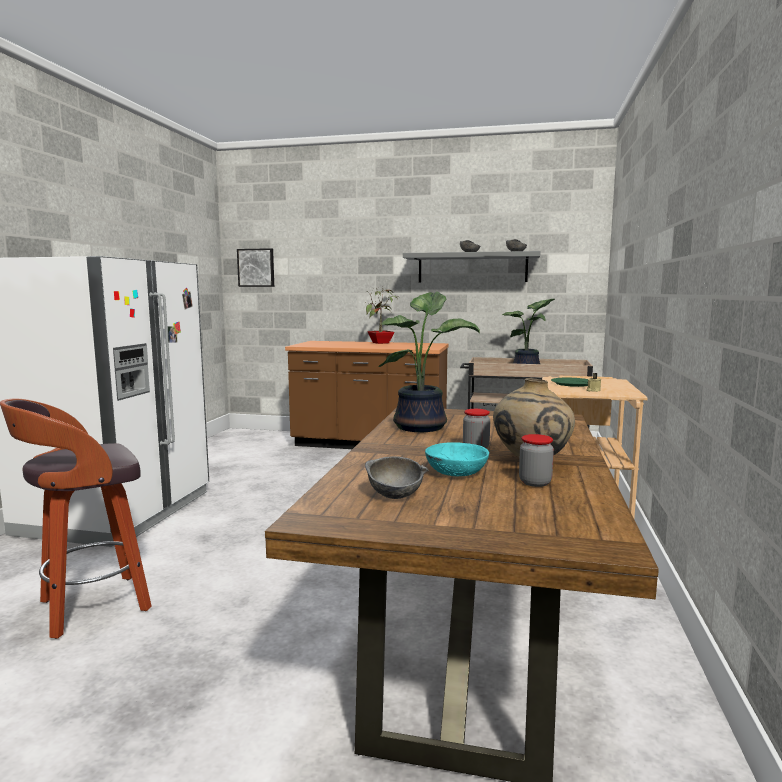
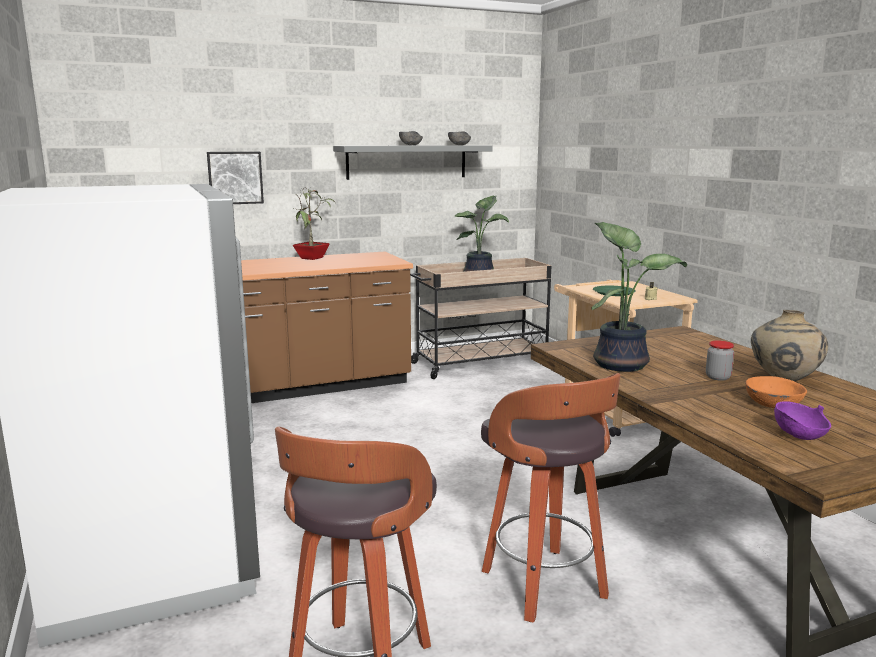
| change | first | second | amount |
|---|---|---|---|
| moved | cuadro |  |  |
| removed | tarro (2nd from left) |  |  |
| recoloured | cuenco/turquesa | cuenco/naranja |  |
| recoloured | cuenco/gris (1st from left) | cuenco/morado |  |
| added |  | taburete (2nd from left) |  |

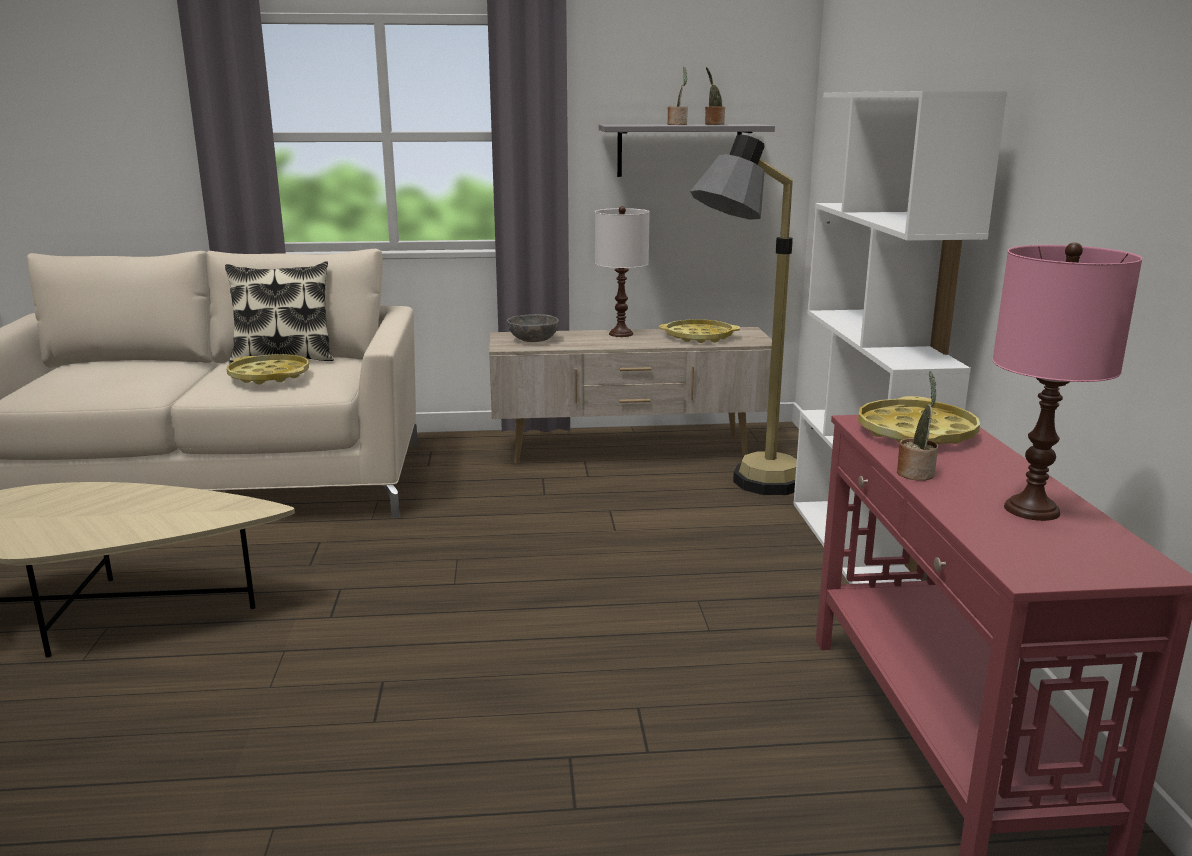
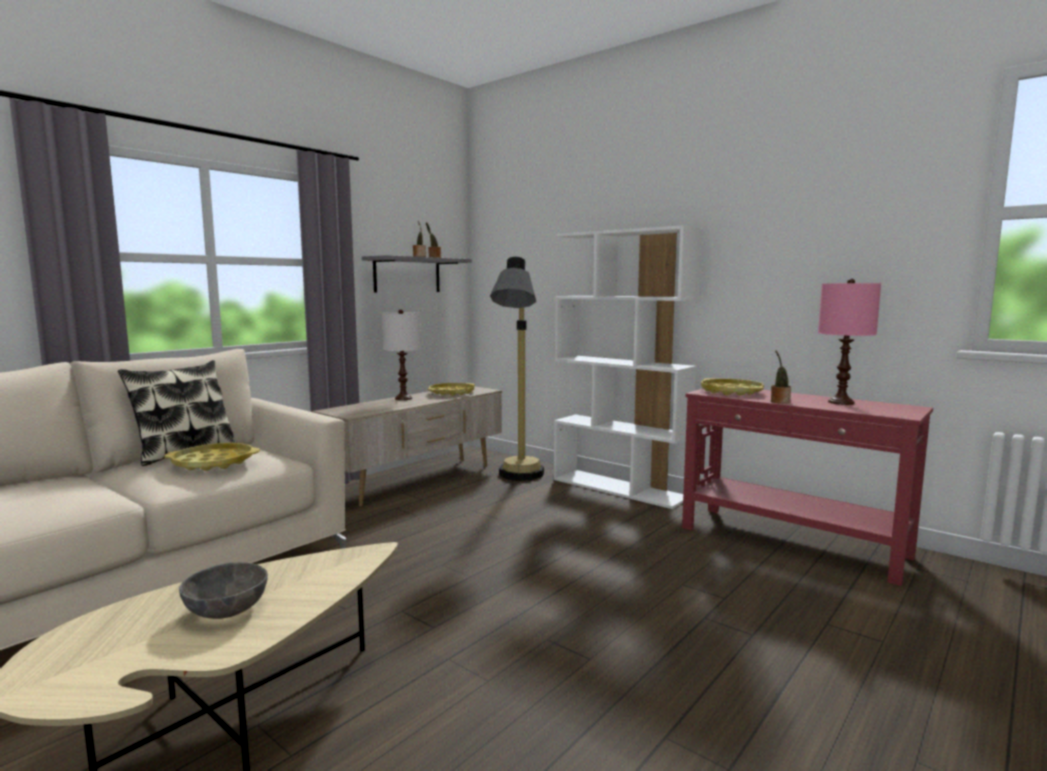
| change | first | second | amount |
|---|---|---|---|
| moved | cuenco/gris |  |  |

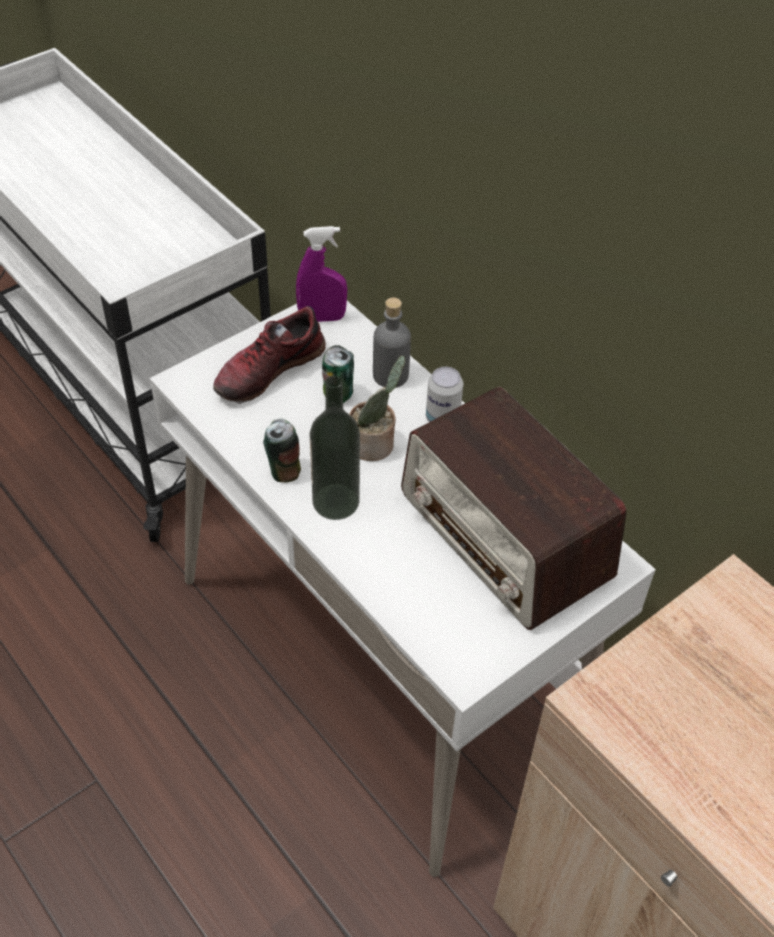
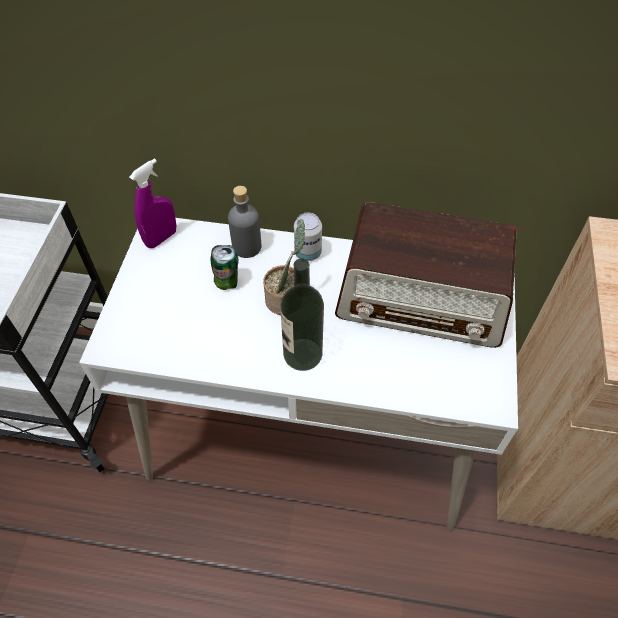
| change | first | second | amount |
|---|---|---|---|
| removed | zapato |  |  |
| removed | lata (1st from left) |  |  |

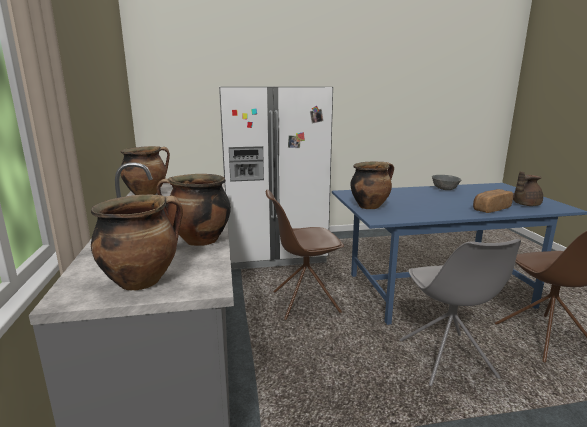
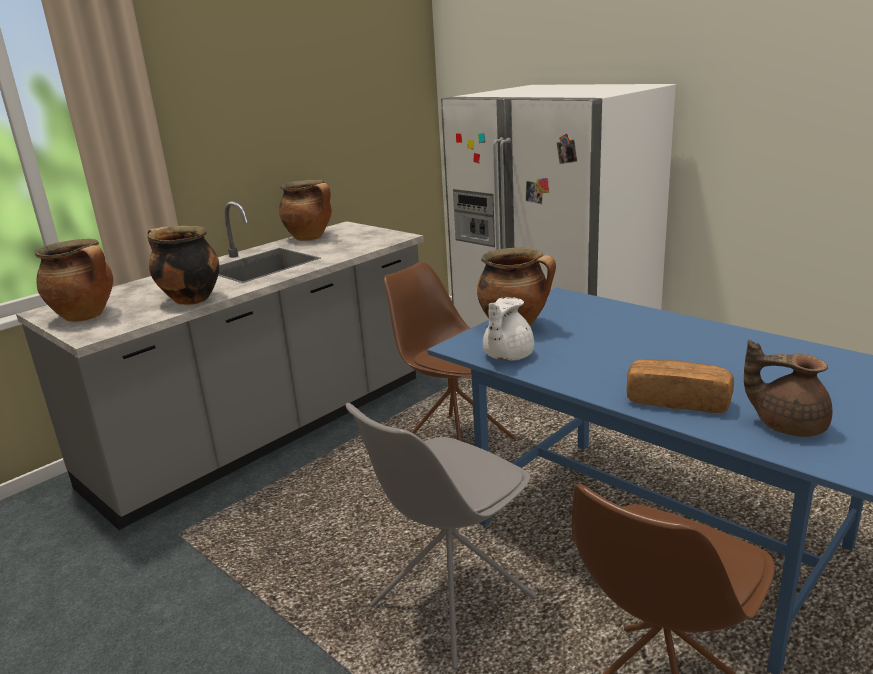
| change | first | second | amount |
|---|---|---|---|
| removed | cuenco/gris |  |  |
| added |  | tetera/blanco |  |

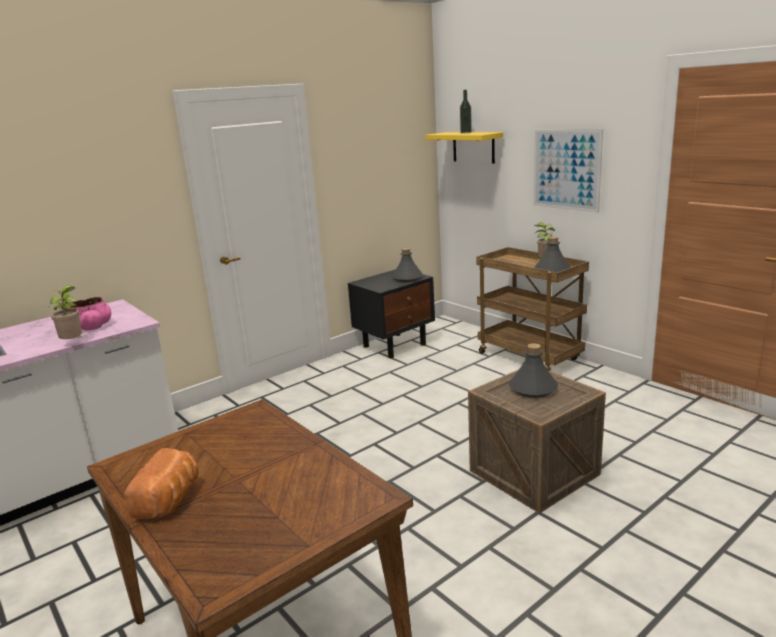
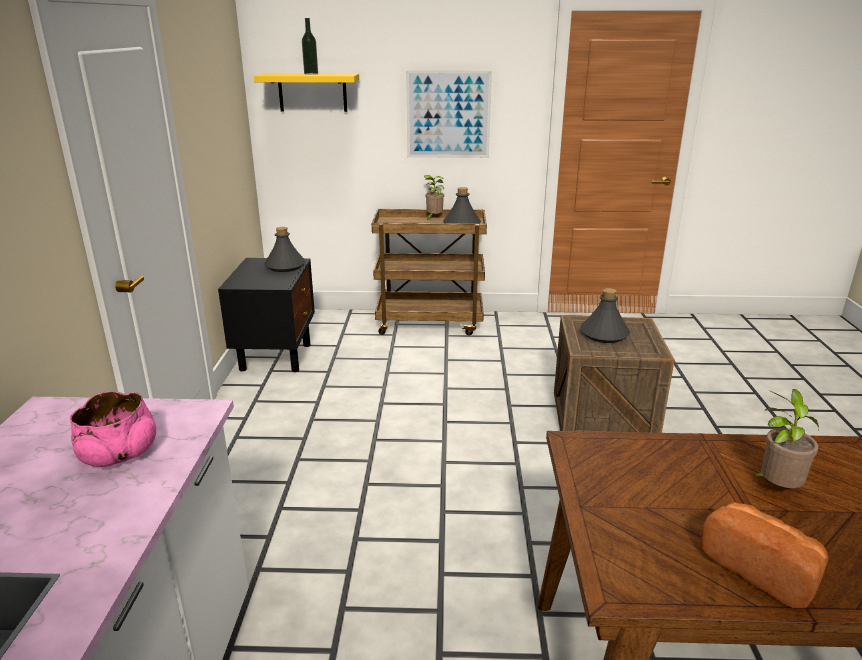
| change | first | second | amount |
|---|---|---|---|
| moved | planta en maceta (1st from left in the first image) | planta en maceta (2nd from left) |  |

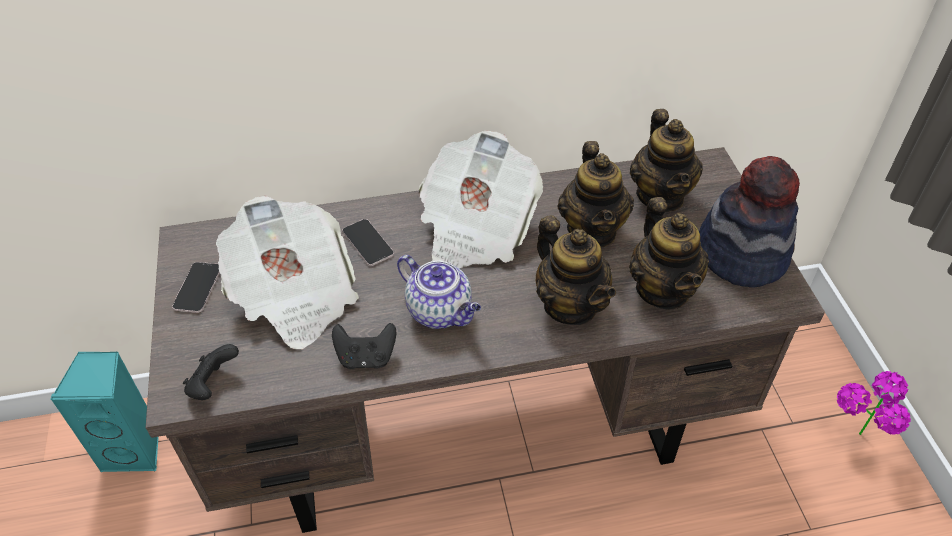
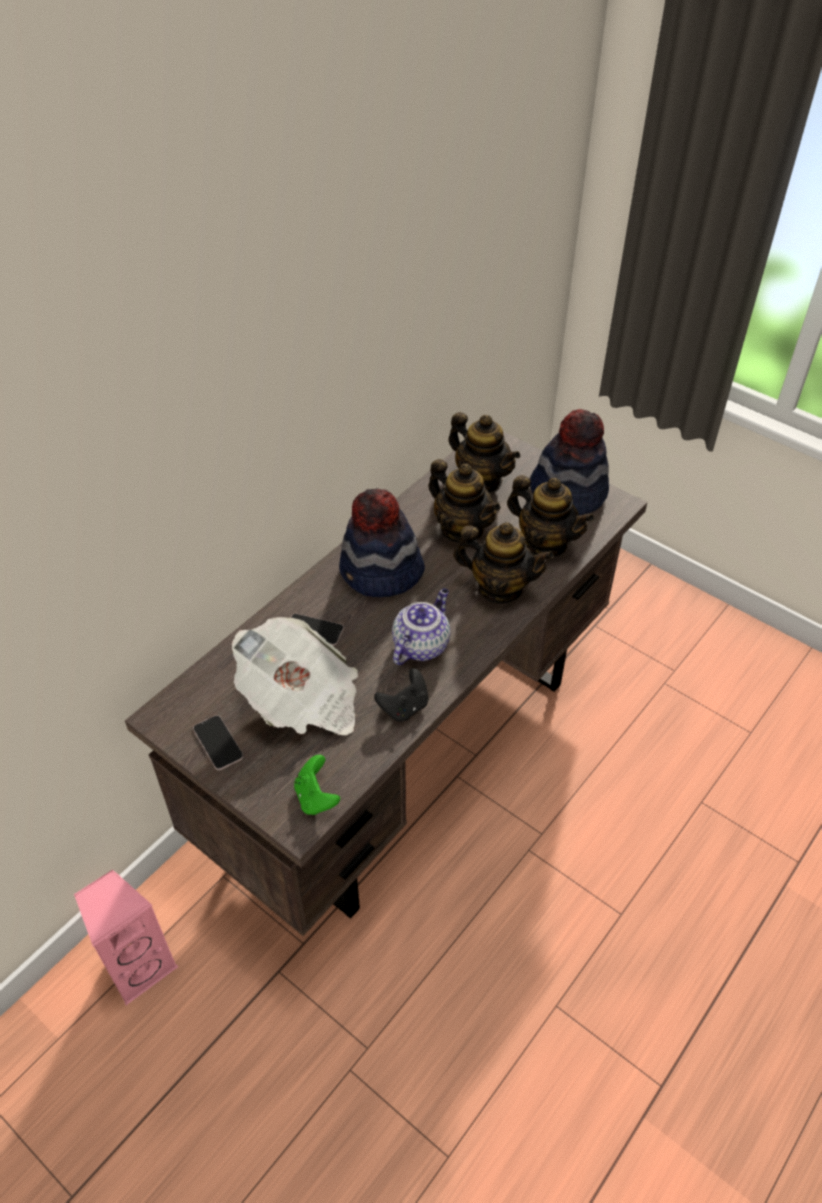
| change | first | second | amount |
|---|---|---|---|
| replaced | periódico (2nd from left) | sombrero (1st from left) |  |
| turned | tetera (1st from left) |  | 60 degrees counterclockwise |
| recoloured | mando de consola/negro (1st from left) | mando de consola/verde |  |
| recoloured | altavoz/turquesa | altavoz/rosa |  |
| removed | planta en maceta |  |  |

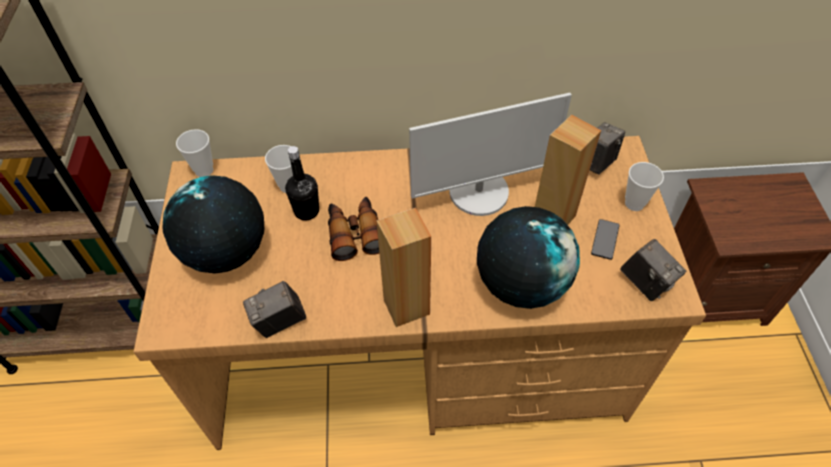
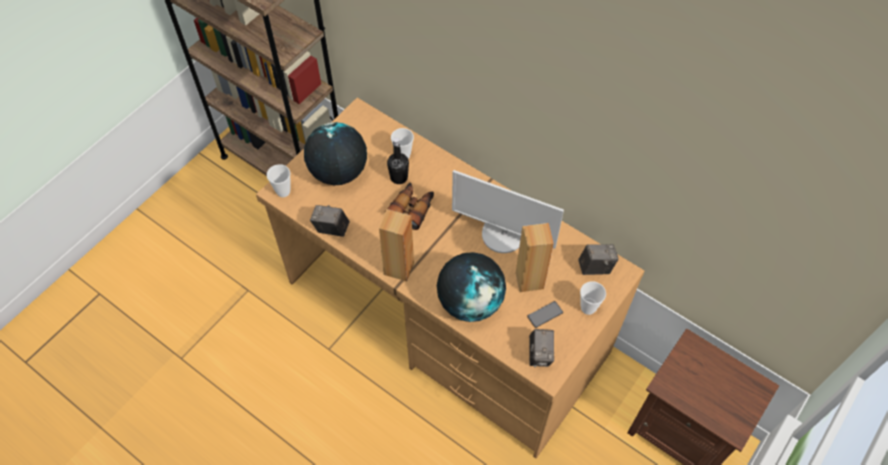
| change | first | second | amount |
|---|---|---|---|
| moved | taza (1st from left) |  |  |

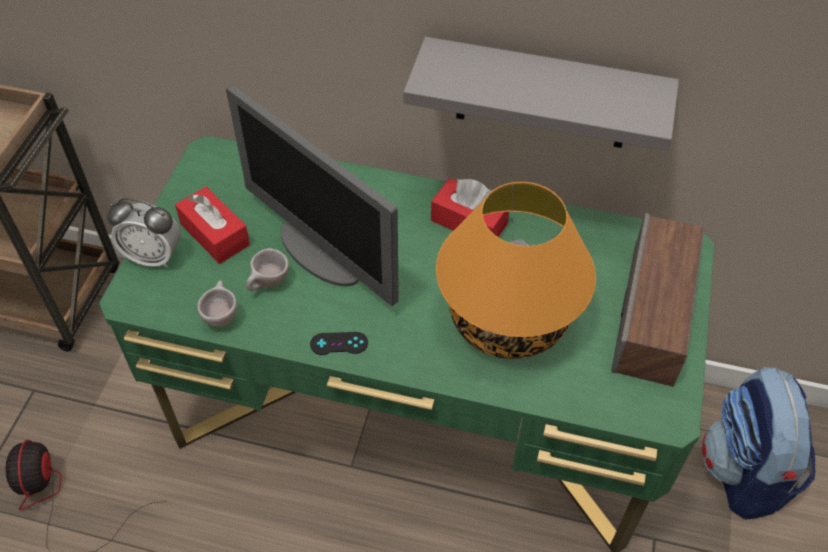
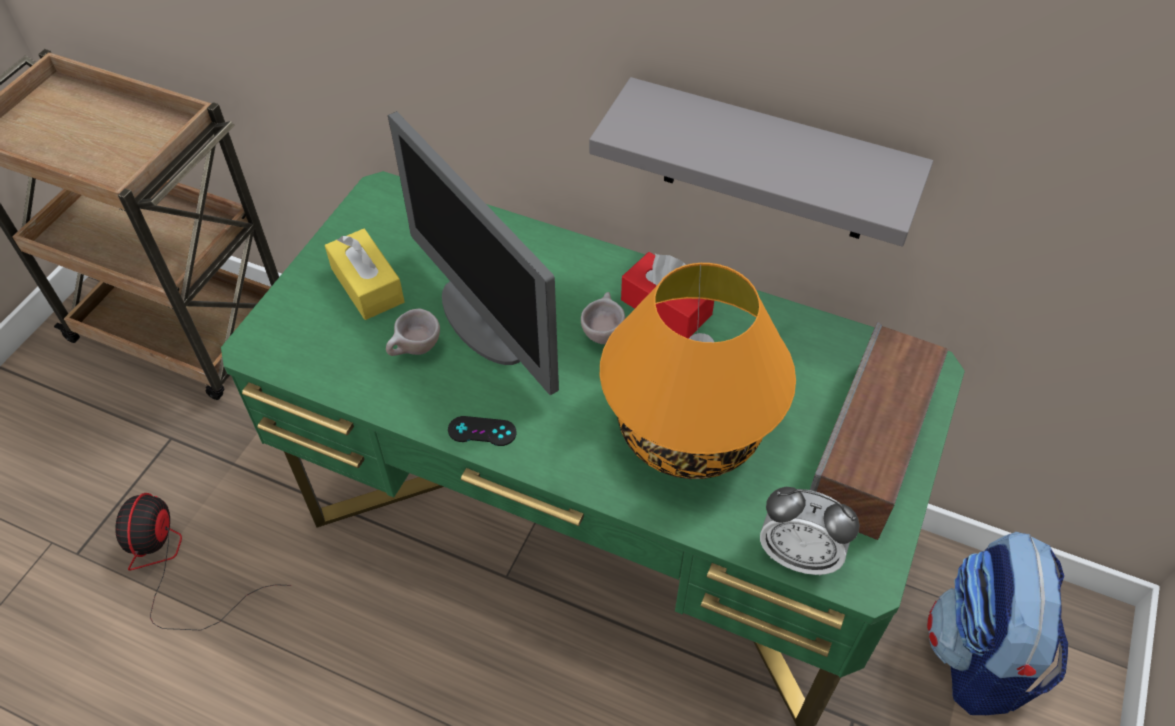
| change | first | second | amount |
|---|---|---|---|
| recoloured | caja de pañuelos/rojo (1st from left) | caja de pañuelos/amarillo |  |
| moved | despertador |  |  |
| moved | taza/beis (1st from left in the first image) | taza/beis (2nd from left) |  |

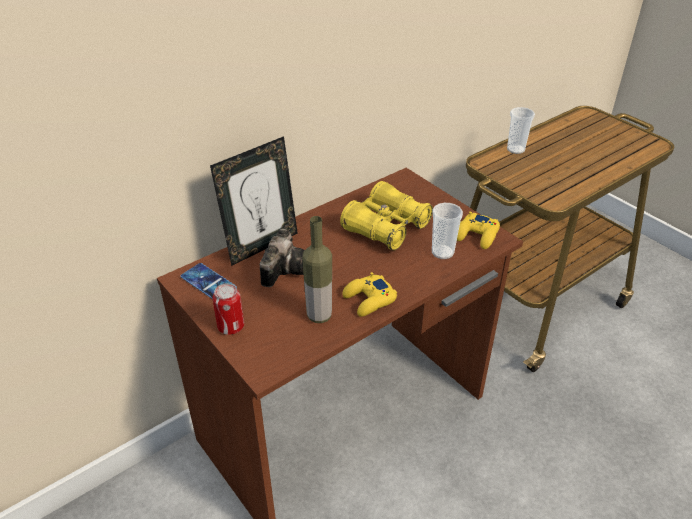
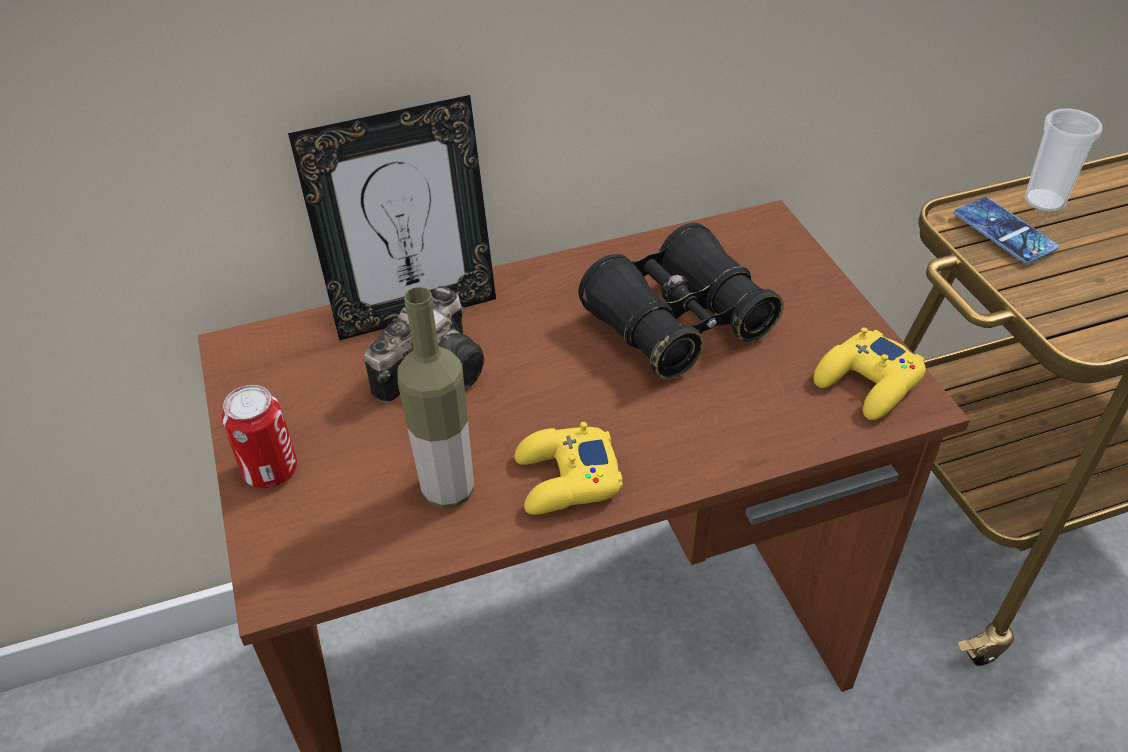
| change | first | second | amount |
|---|---|---|---|
| recoloured | prismáticos/amarillo | prismáticos/negro |  |
| removed | taza (1st from left) |  |  |
| moved | móvil |  |  |

